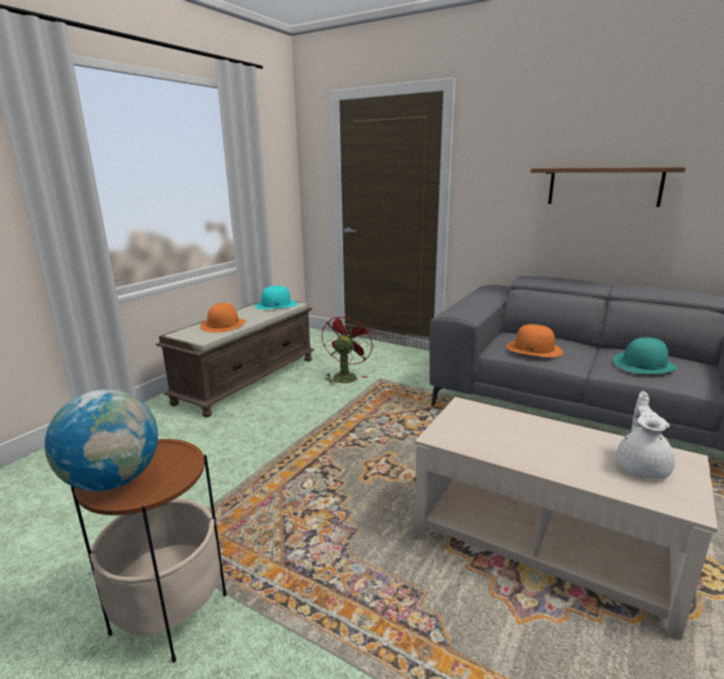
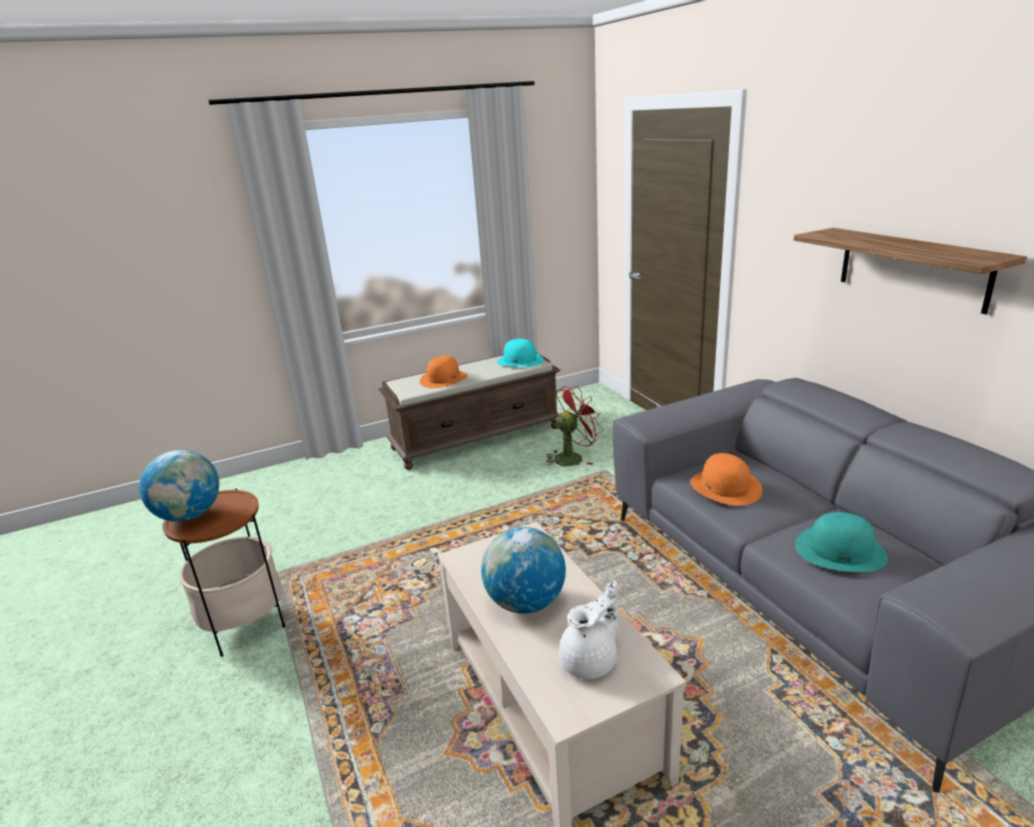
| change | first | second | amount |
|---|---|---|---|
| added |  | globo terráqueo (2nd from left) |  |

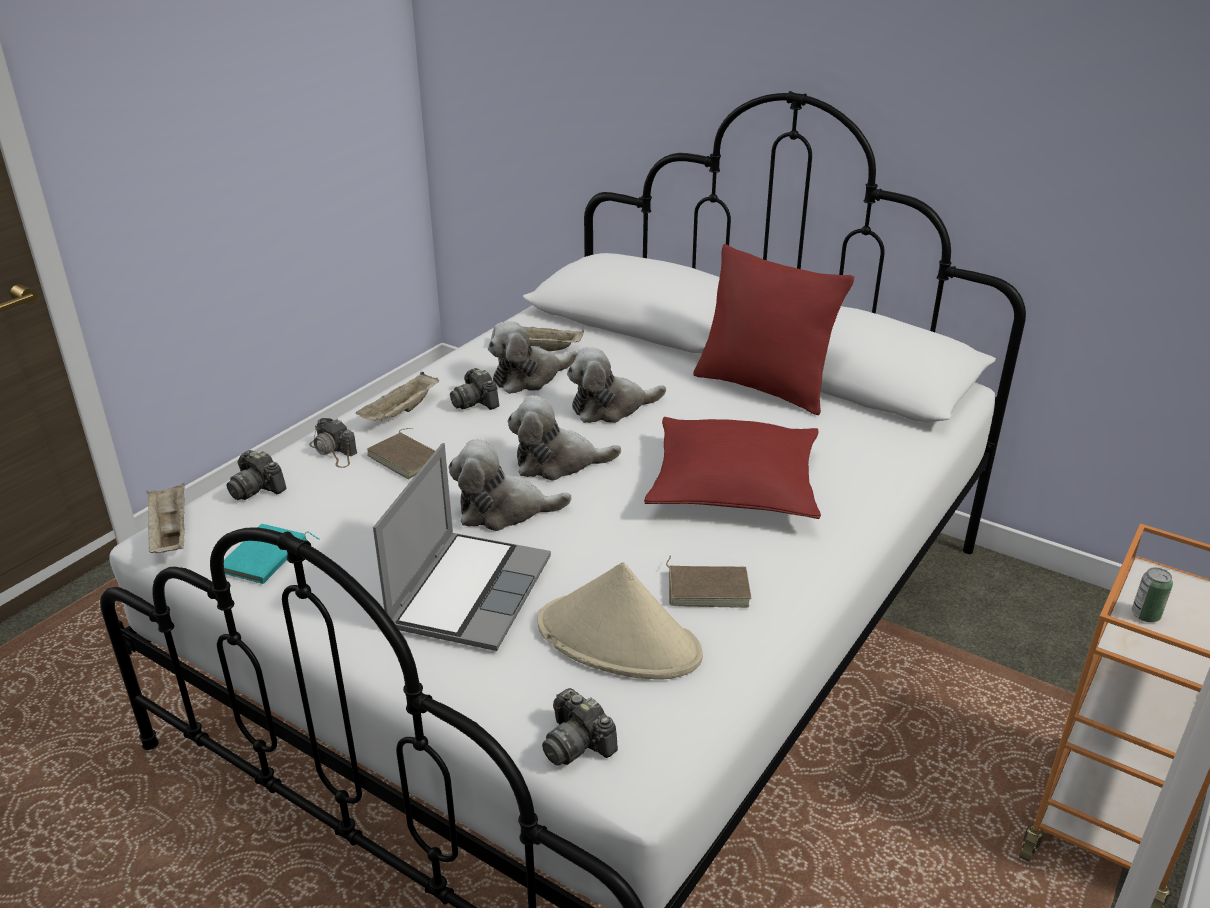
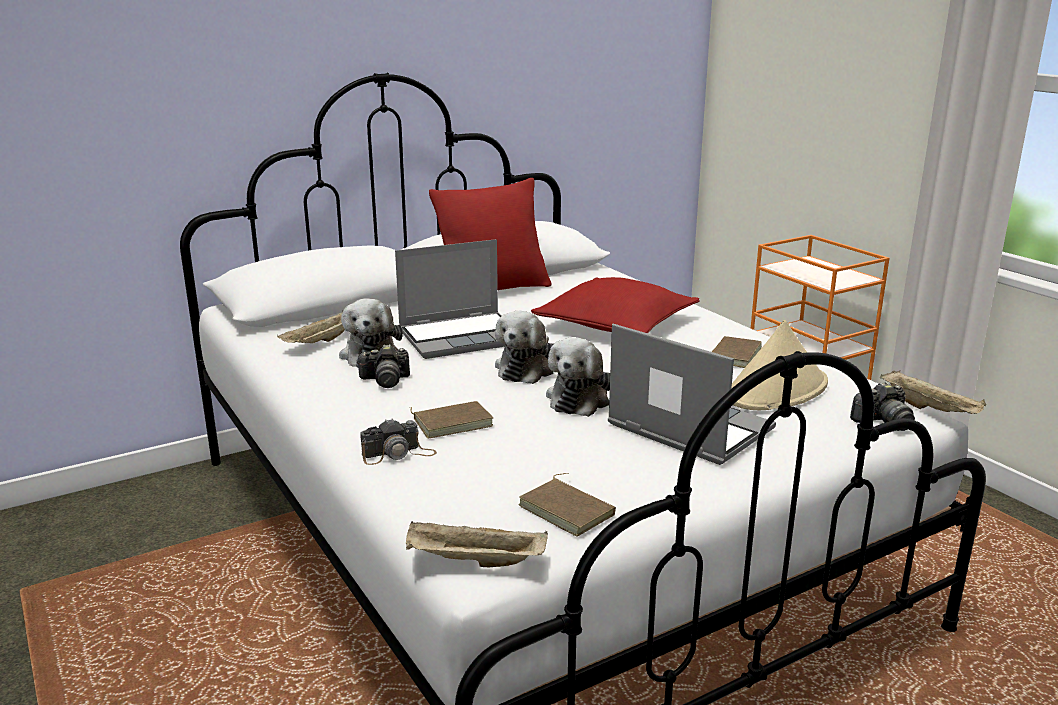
| change | first | second | amount |
|---|---|---|---|
| replaced | peluche (4th from left) | portátil (1st from left) |  |
| moved | bandeja/beis (2nd from left in the first image) | bandeja/beis (3rd from left) |  |
| removed | cámara (1st from left) |  |  |
| recoloured | libro/turquesa | libro/marrón (2nd from left) |  |
| removed | lata |  |  |

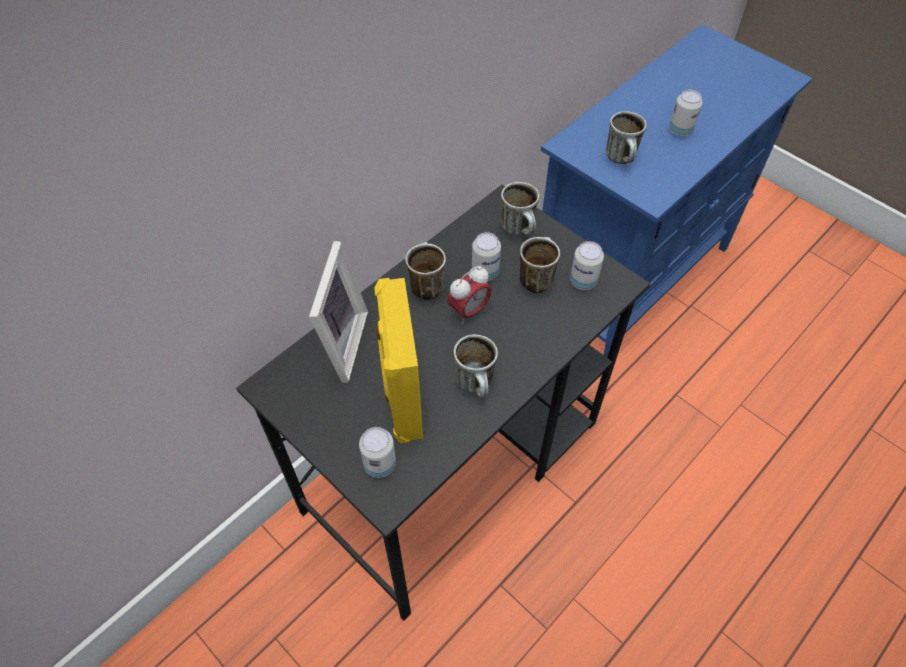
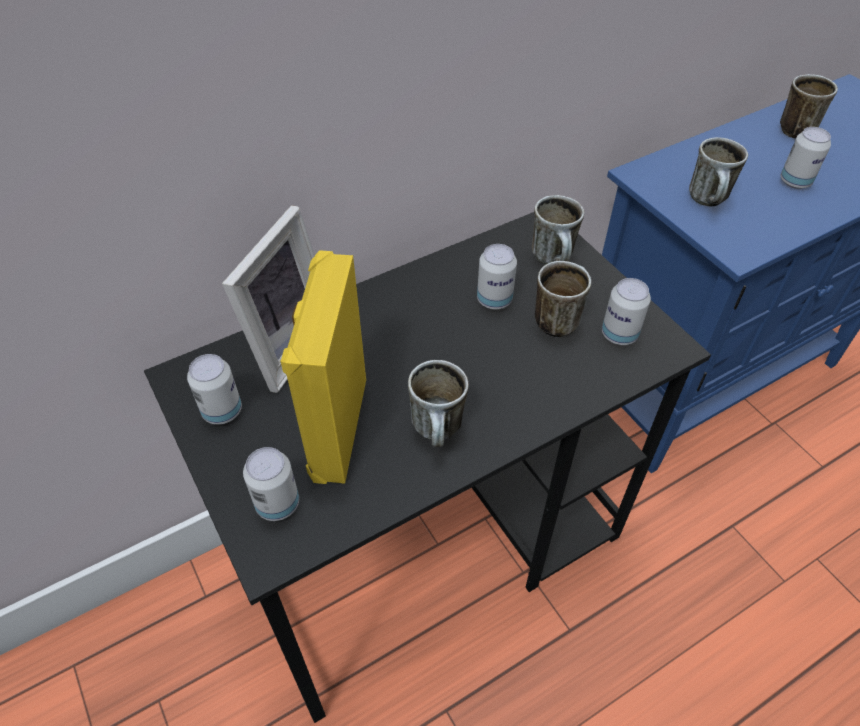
| change | first | second | amount |
|---|---|---|---|
| moved | taza grande (1st from left in the first image) | taza grande (5th from left) |  |
| removed | despertador |  |  |
| added |  | lata (1st from left) |  |

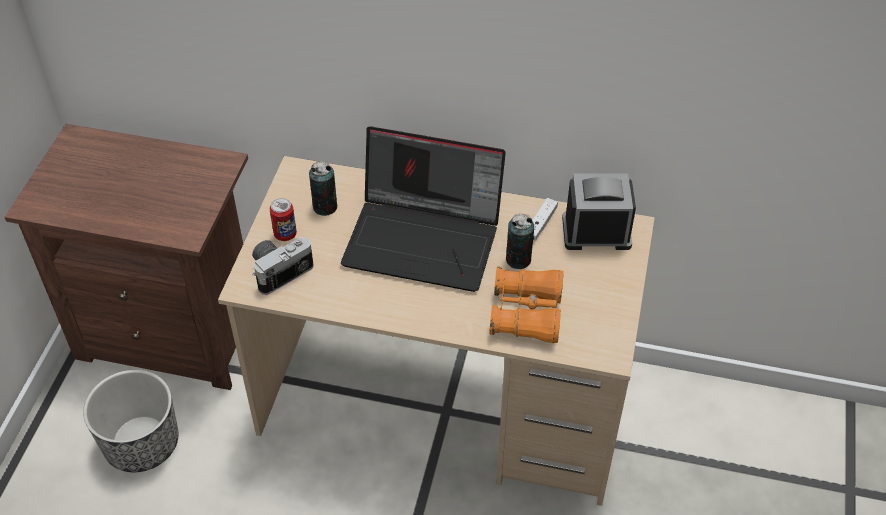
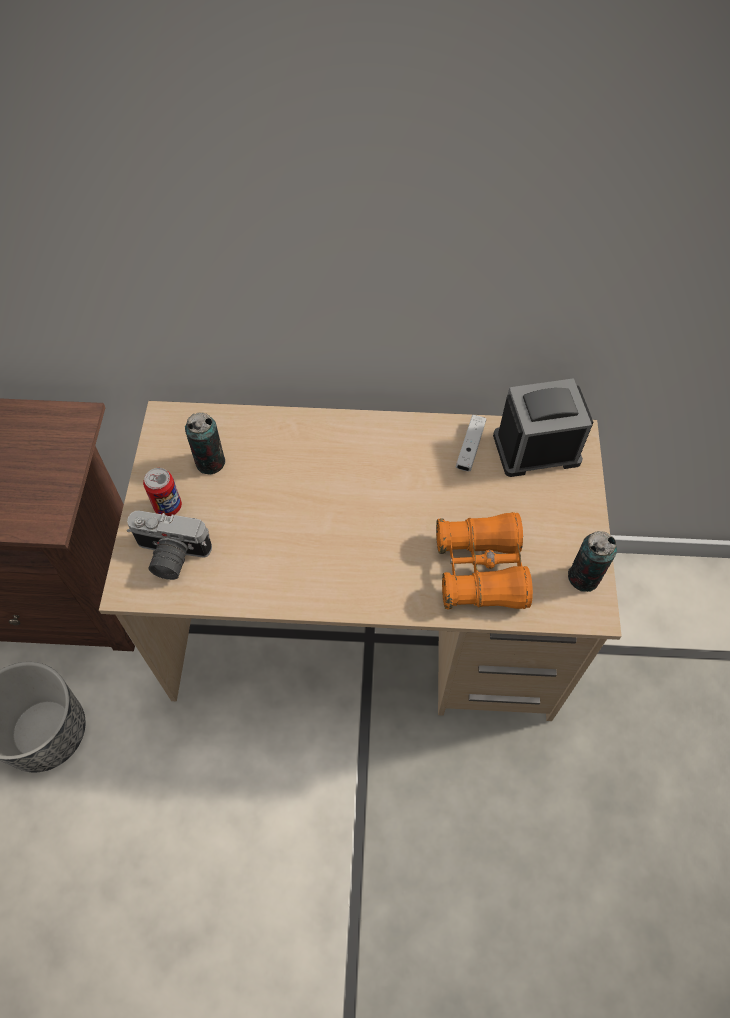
| change | first | second | amount |
|---|---|---|---|
| removed | portátil |  |  |
| moved | lata (3rd from left) |  |  |
| turned | cámara |  | 120 degrees counterclockwise |

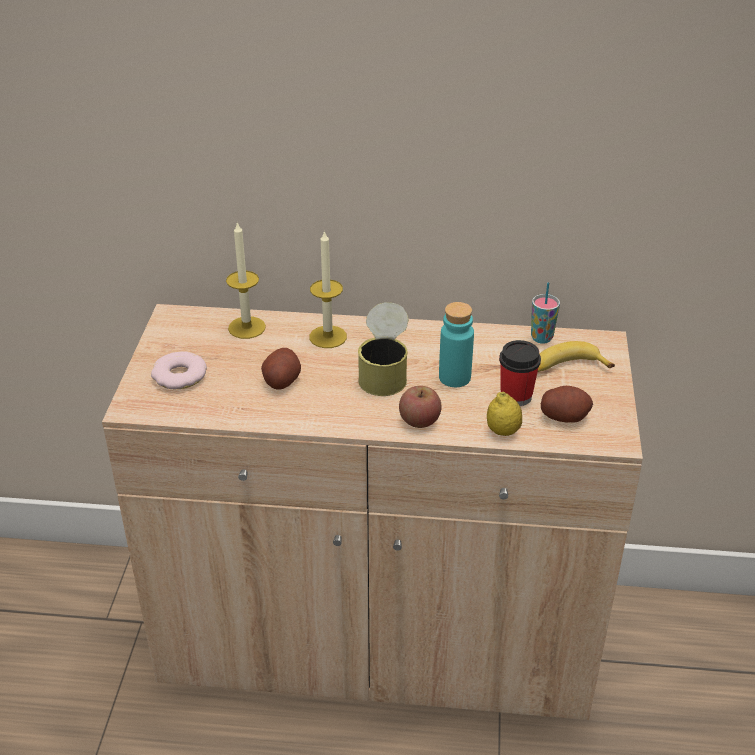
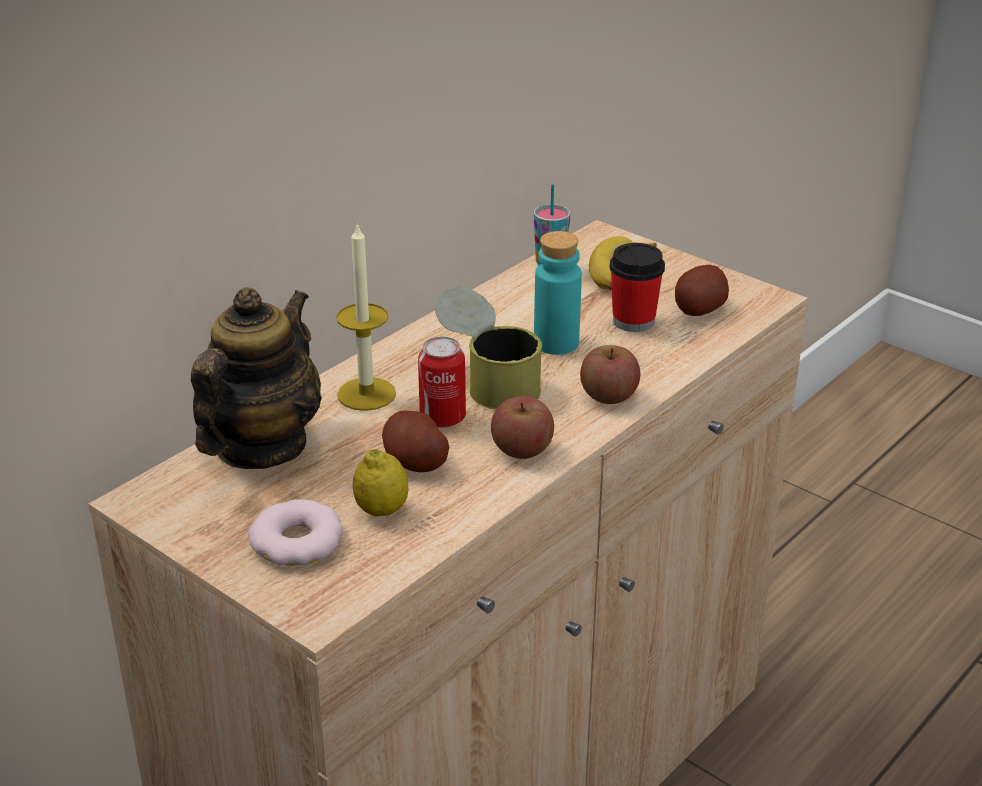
| change | first | second | amount |
|---|---|---|---|
| replaced | vela (1st from left) | tetera |  |
| moved | limón |  |  |
| added |  | lata (1st from left) |  |
| added |  | manzana (1st from left) |  |

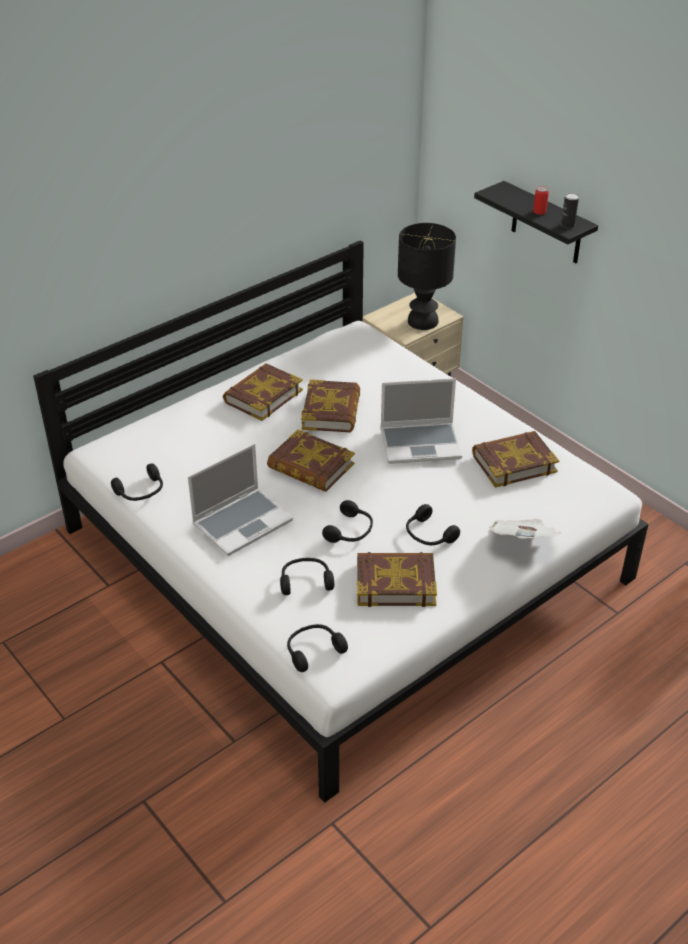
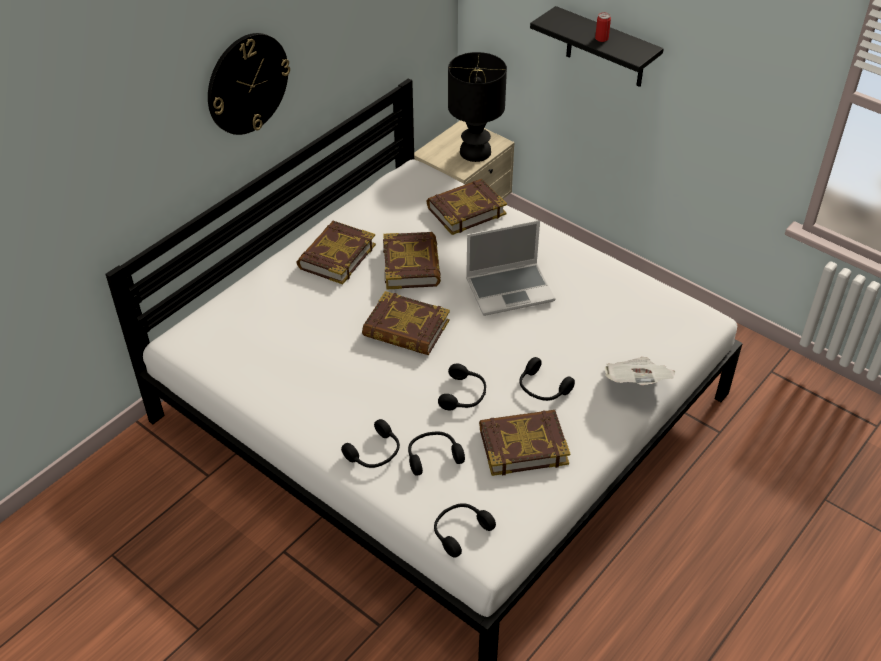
| change | first | second | amount |
|---|---|---|---|
| removed | lata (2nd from left) |  |  |
| moved | libro (5th from left in the first image) | libro (4th from left) |  |
| removed | portátil (1st from left) |  |  |
| moved | auriculares/negro (1st from left) |  |  |
| added |  | reloj de pared |  |

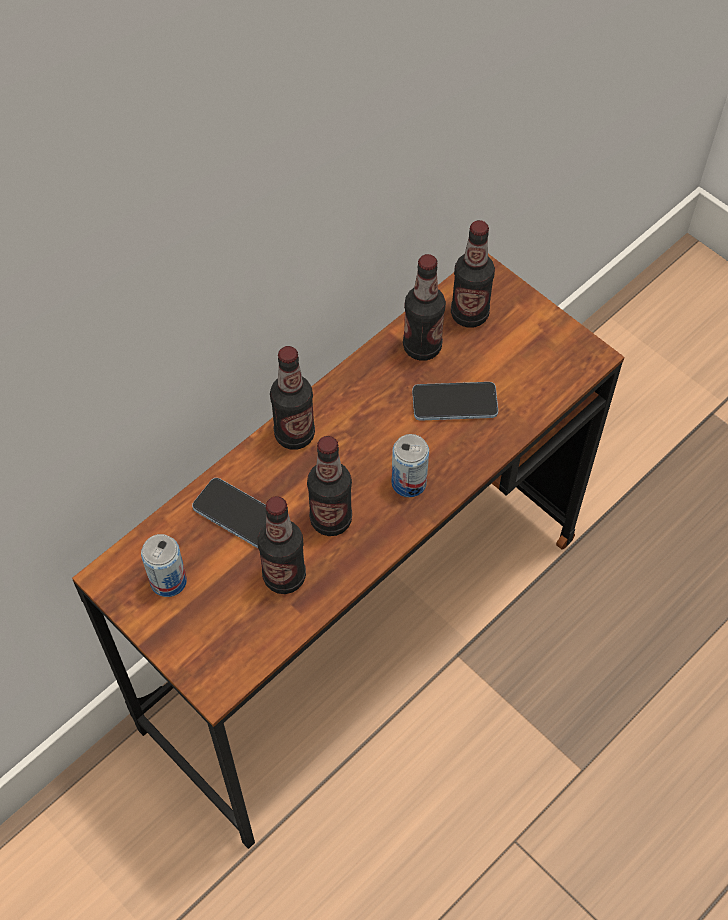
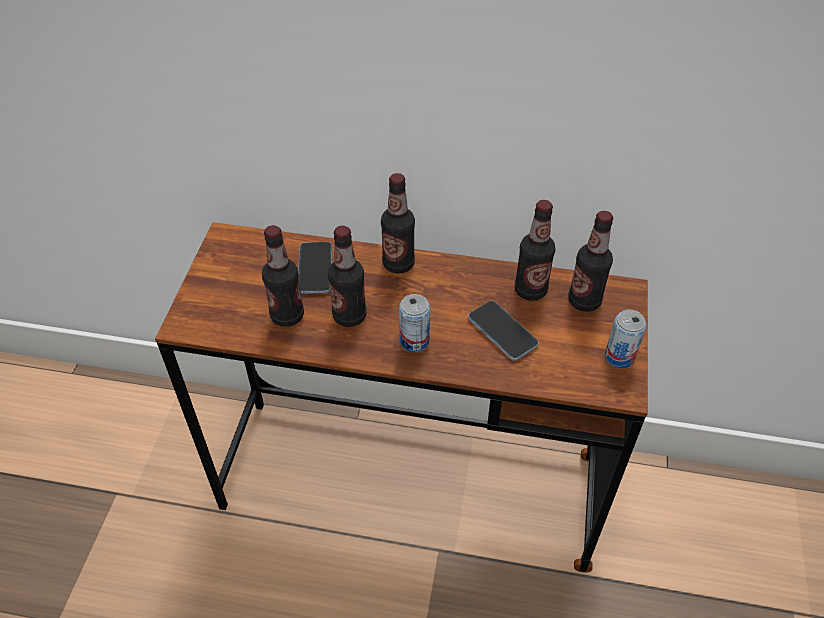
| change | first | second | amount |
|---|---|---|---|
| moved | lata (1st from left in the first image) | lata (2nd from left) |  |

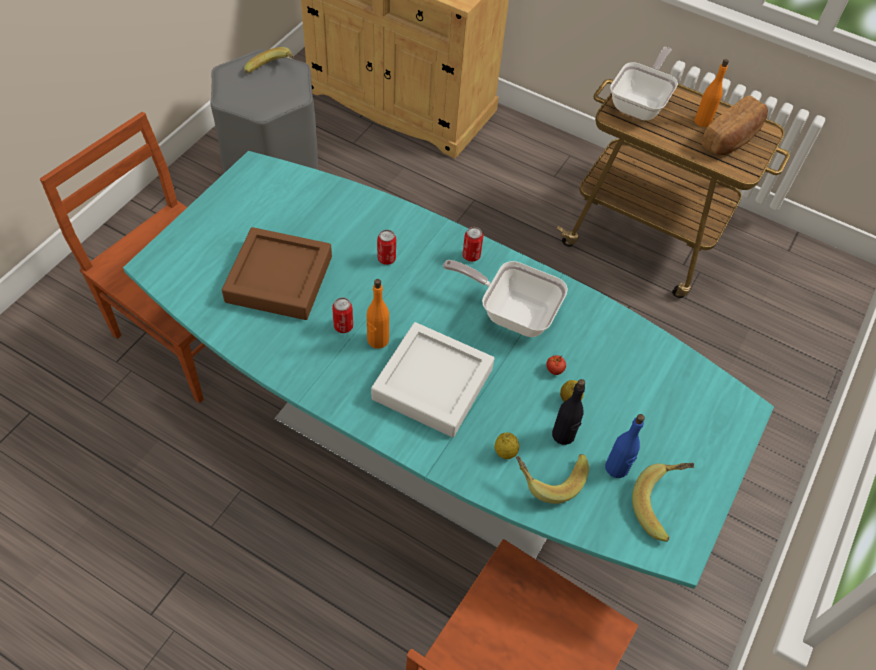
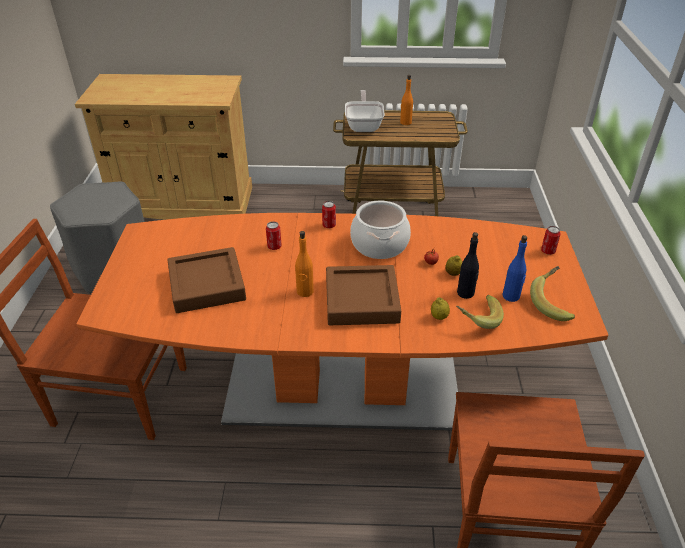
| change | first | second | amount |
|---|---|---|---|
| removed | plátano (1st from left) |  |  |
| removed | pan |  |  |
| recoloured | mesa de comedor/turquesa | mesa de comedor/naranja |  |
| replaced | sartén (1st from left) | olla |  |
| moved | lata (1st from left in the first image) | lata (3rd from left) |  |
| recoloured | bandeja/blanco | bandeja/marrón (2nd from left) |  |

